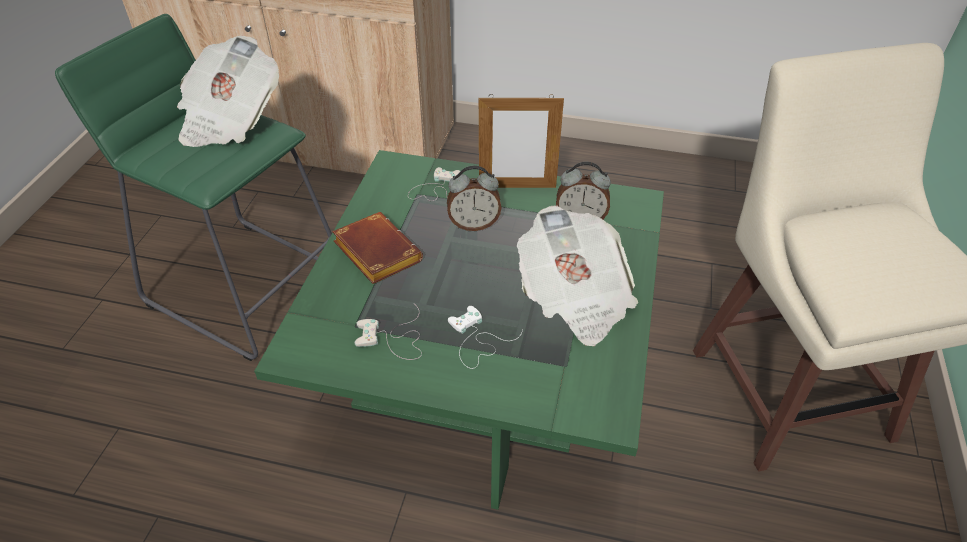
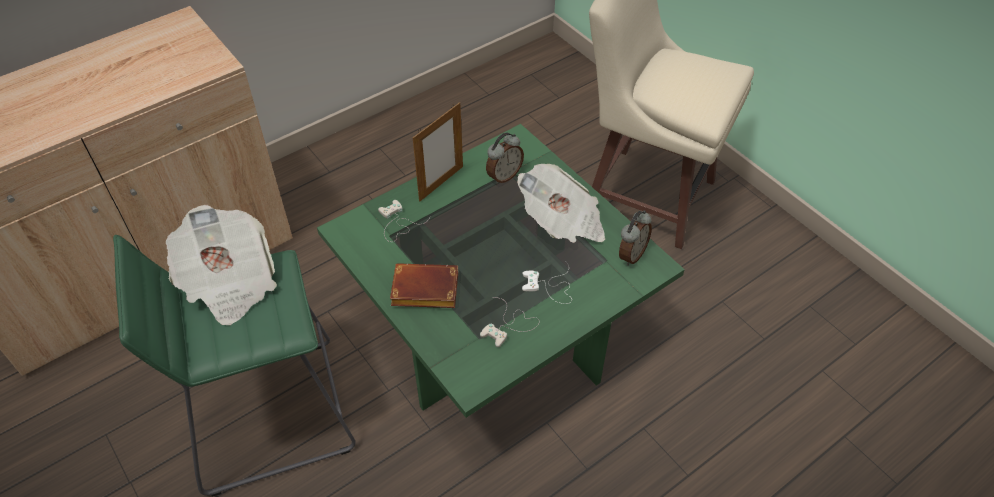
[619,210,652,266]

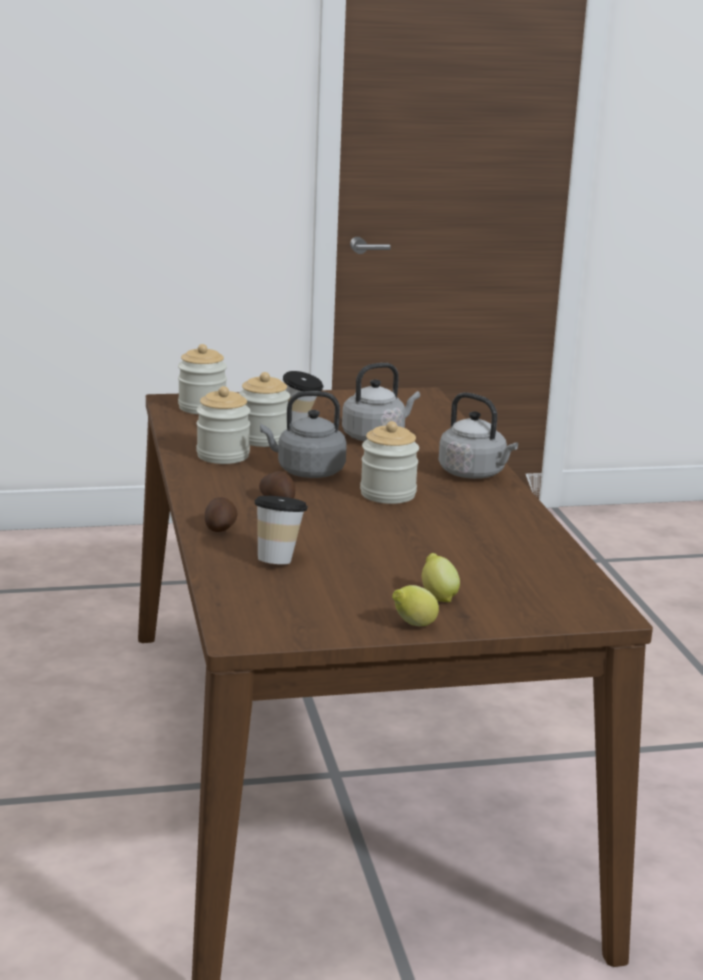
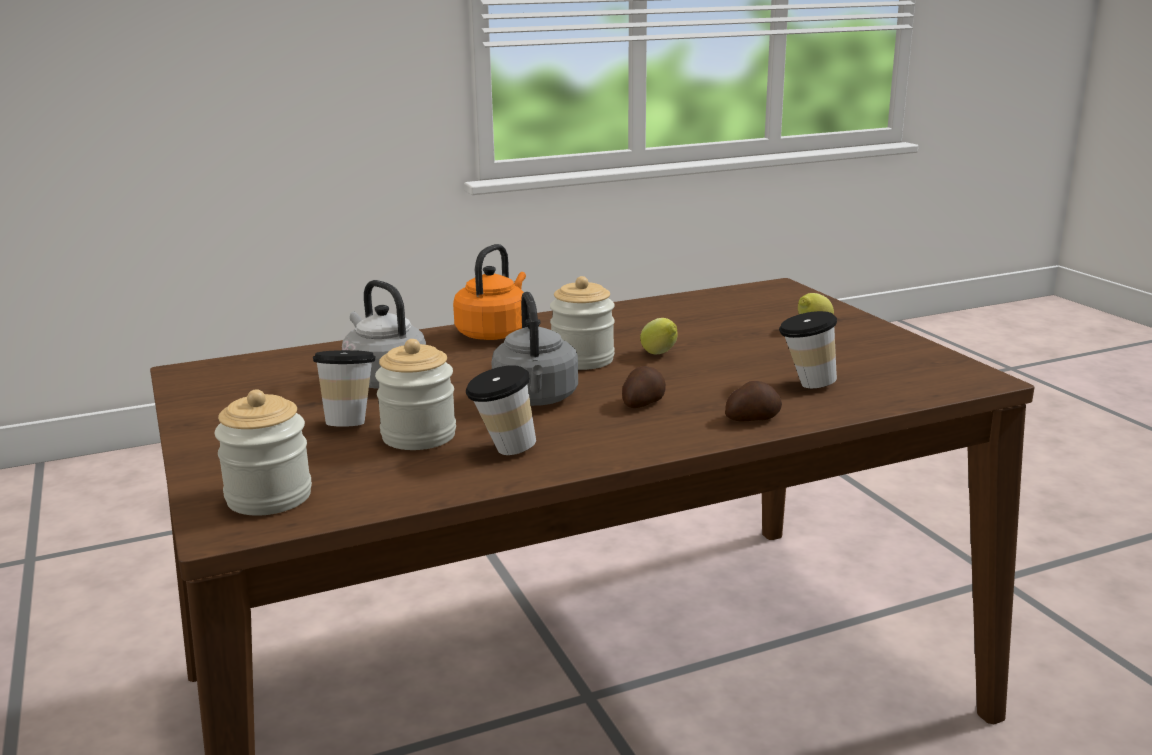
[466,365,536,455]
[640,318,678,354]
[453,244,526,340]

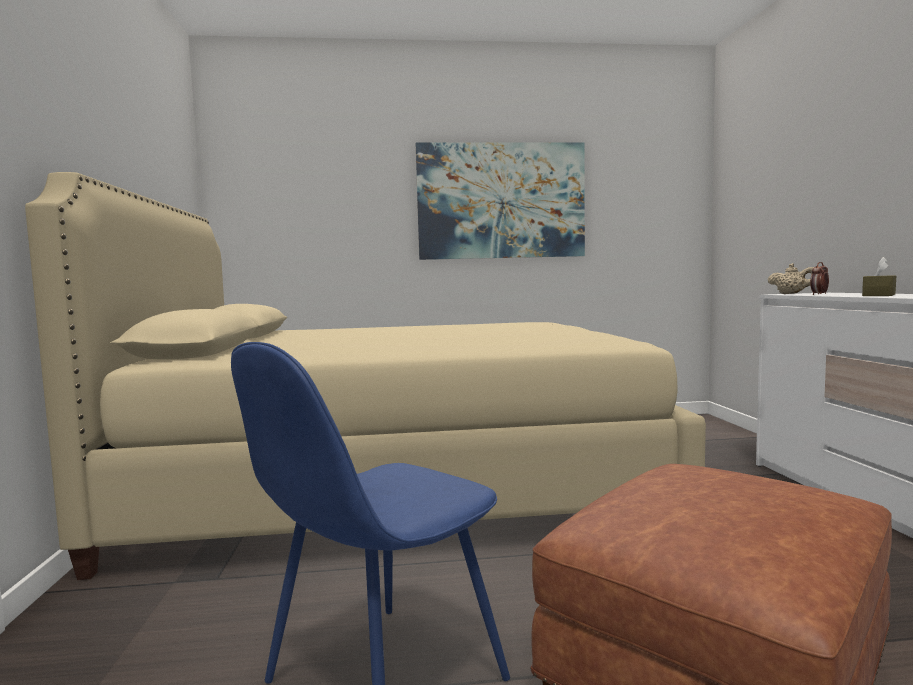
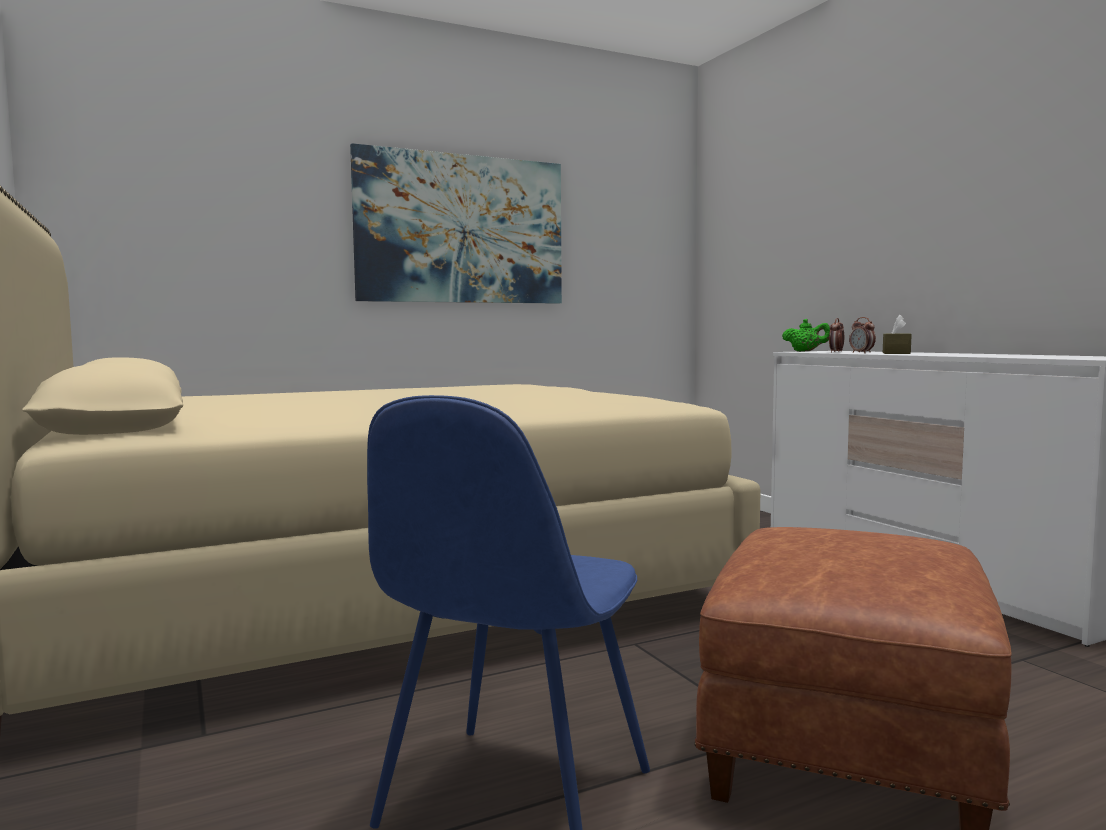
[782,319,830,352]
[849,317,876,353]

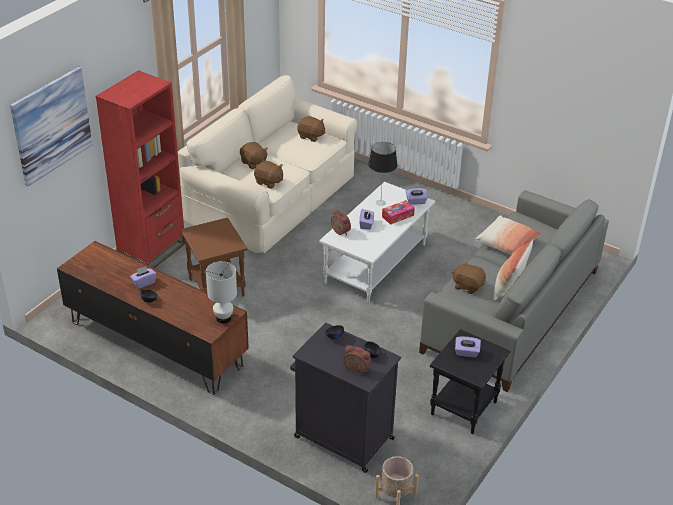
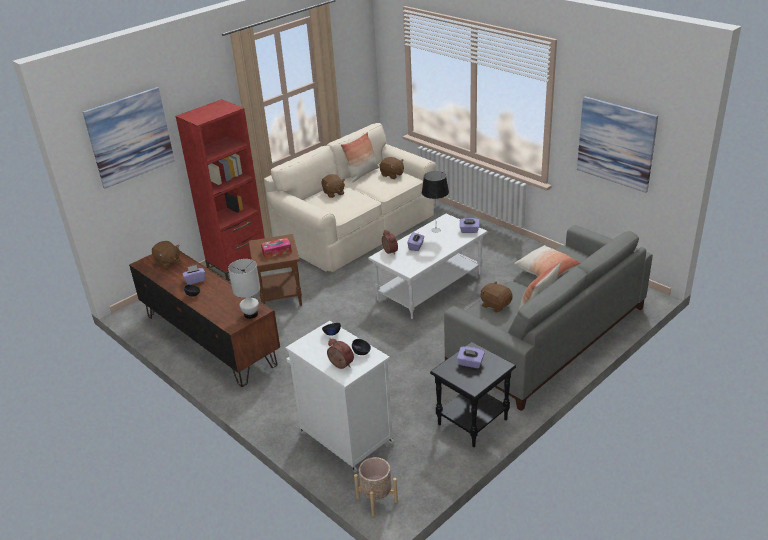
[152,241,180,268]
[286,321,394,473]
[261,238,292,258]
[341,132,379,183]
[577,96,658,193]

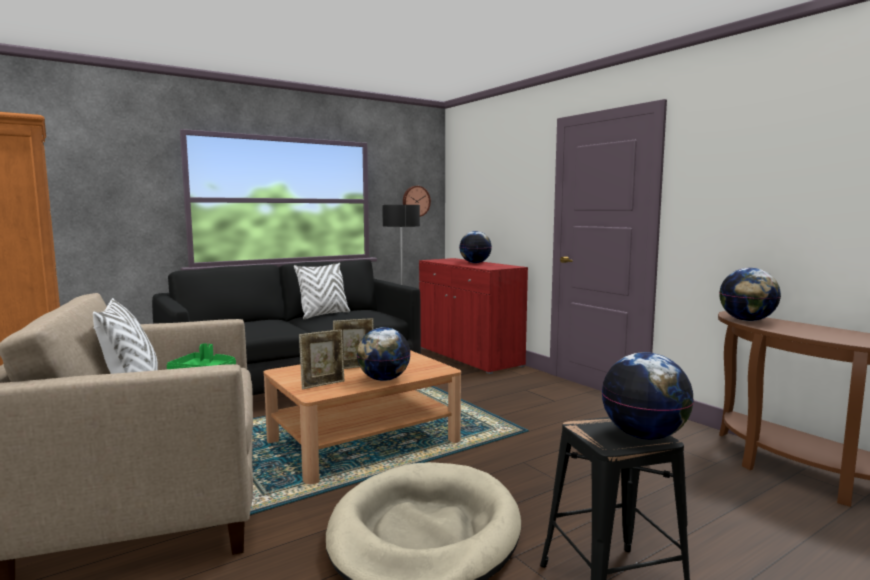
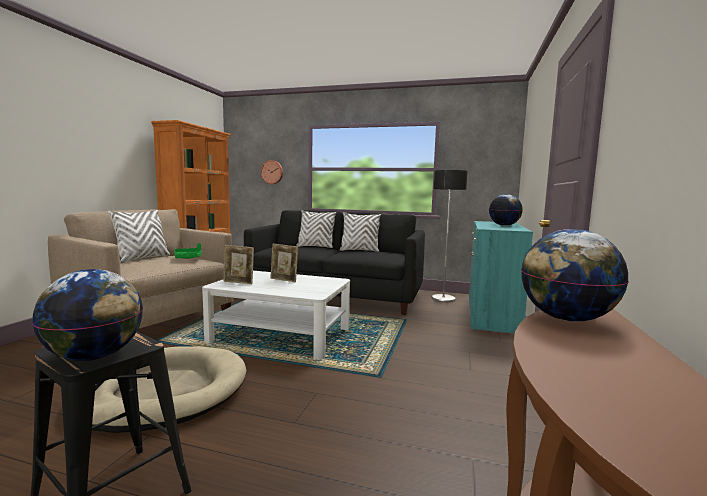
[202,271,350,360]
[357,327,410,381] (first image)
[261,160,283,184]
[469,221,533,333]
[296,210,337,248]

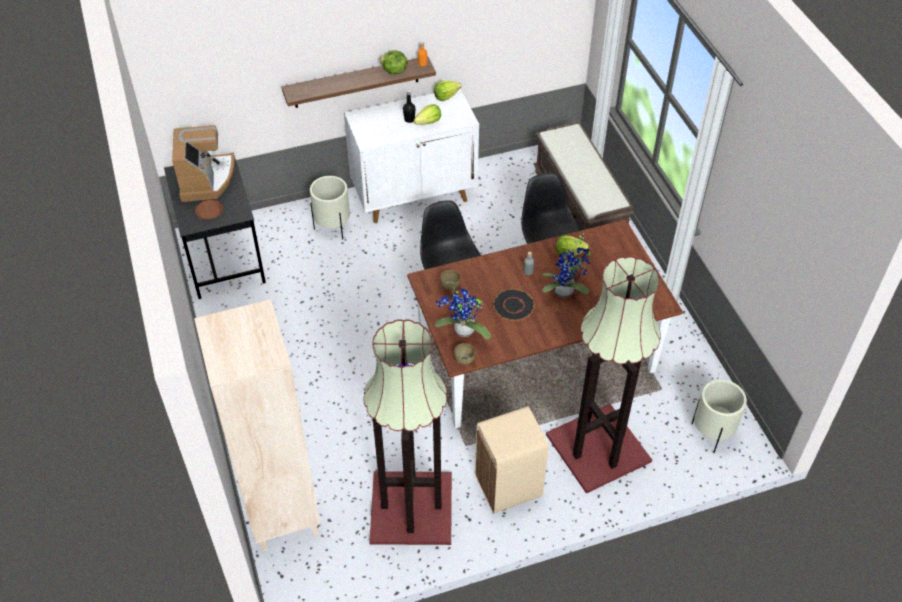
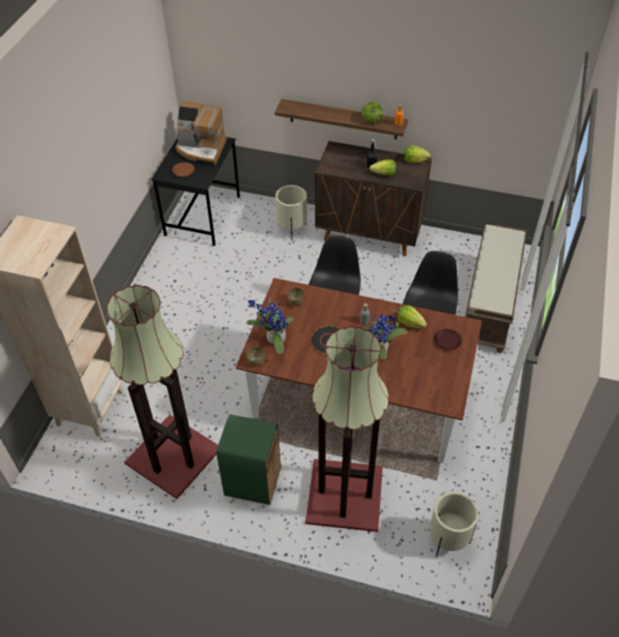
[175,101,227,165]
[315,141,432,256]
[216,414,281,505]
[434,329,462,350]

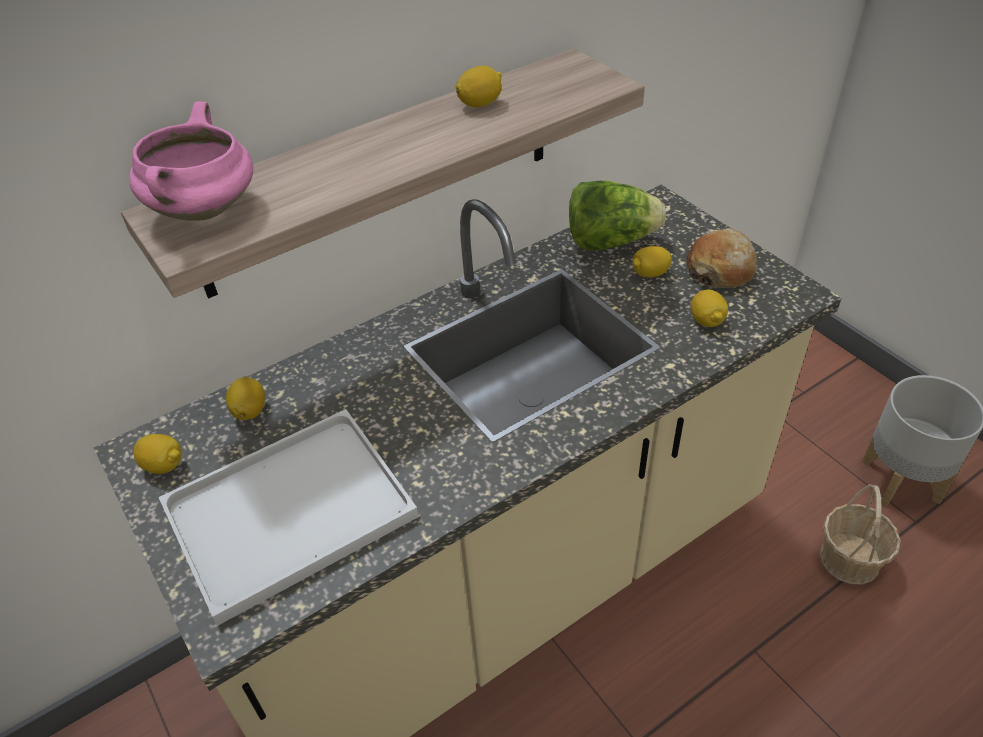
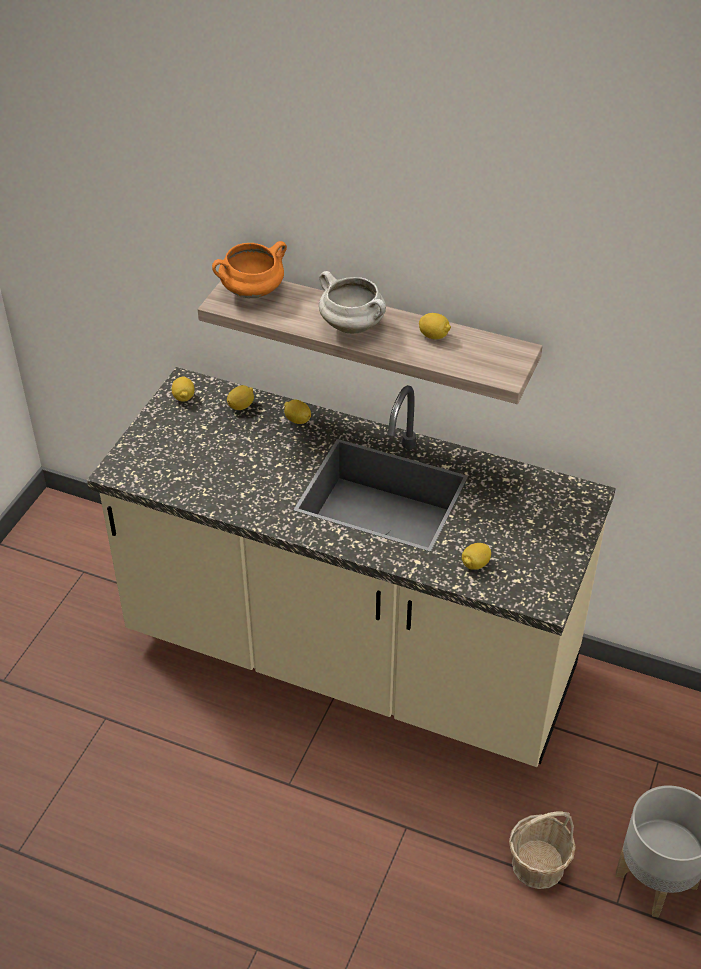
[212,241,287,298]
[159,409,419,626] (first image)
[569,181,666,251] (first image)
[284,399,311,424]
[687,228,757,288] (first image)
[319,271,386,334]

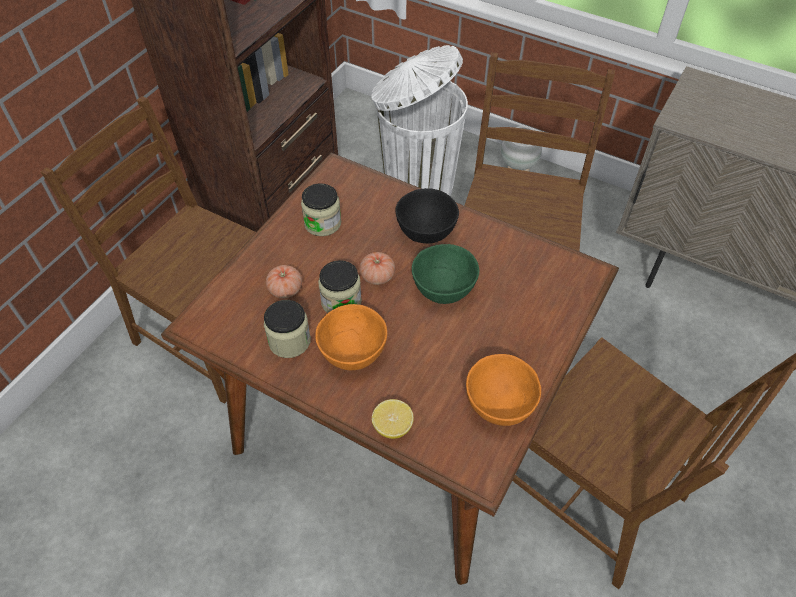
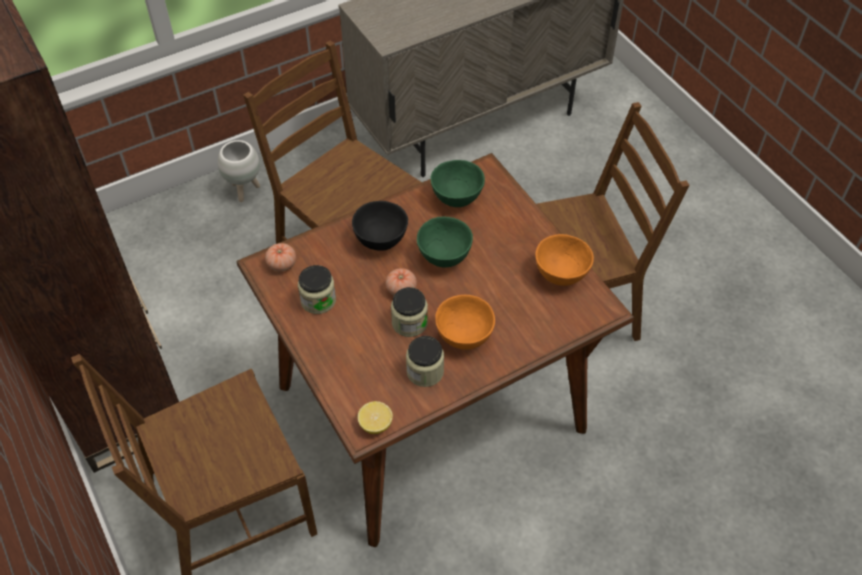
[265,243,296,272]
[371,45,468,196] (first image)
[358,401,393,434]
[430,160,485,207]

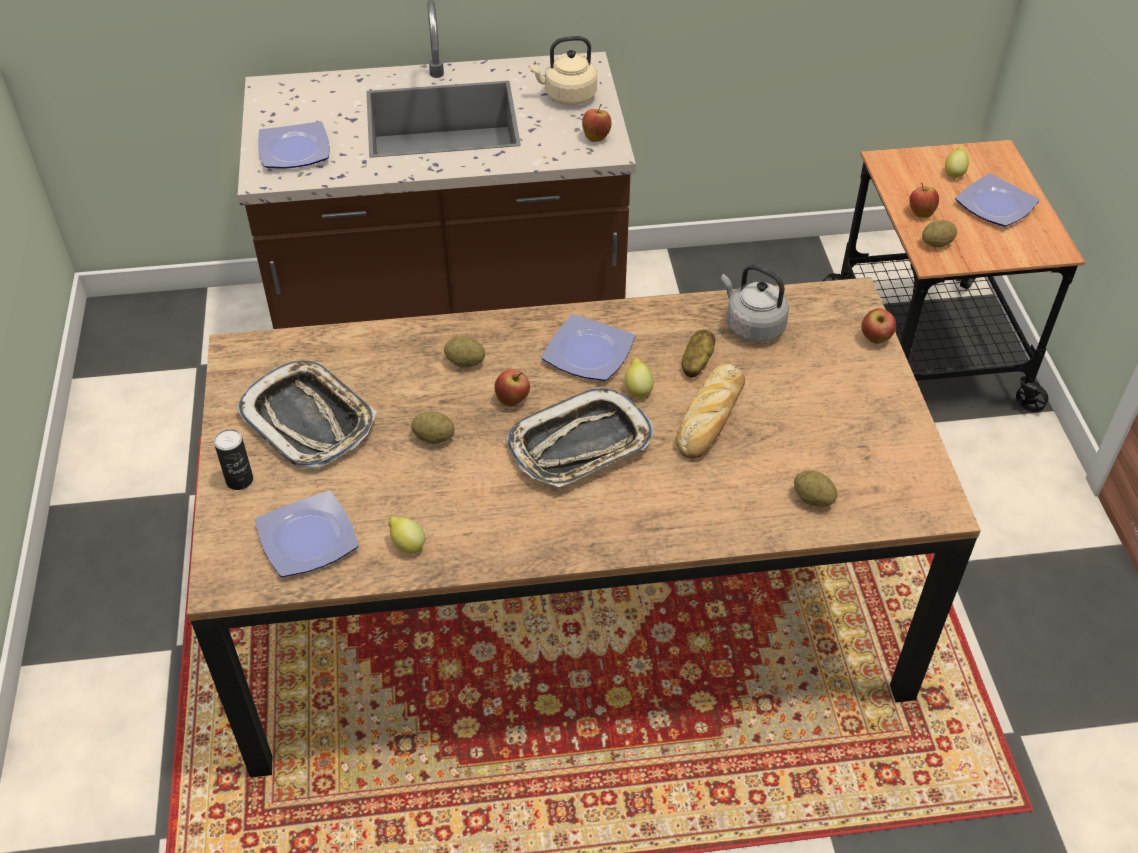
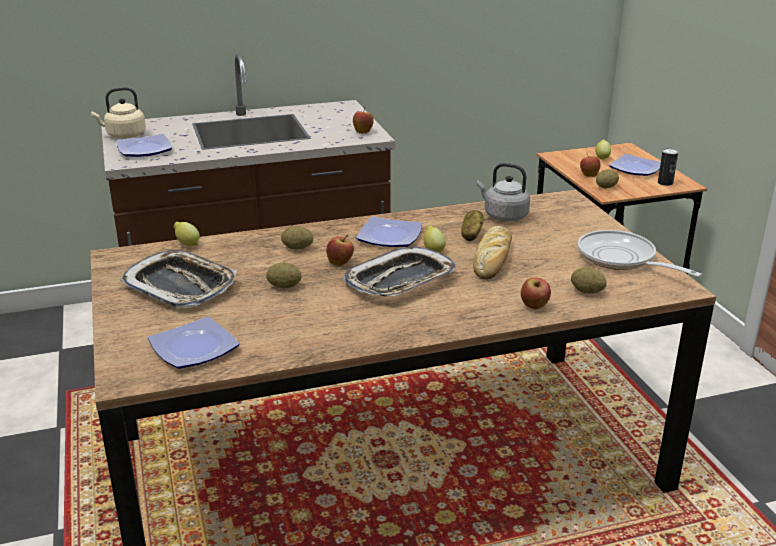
[658,148,678,186]
[174,222,200,246]
[91,87,146,139]
[521,277,551,309]
[578,230,702,277]

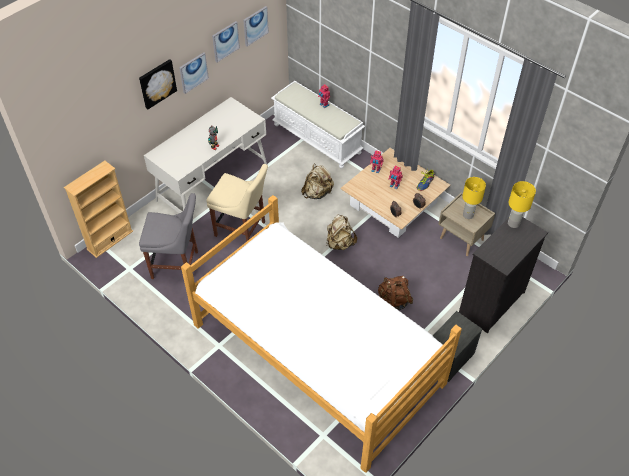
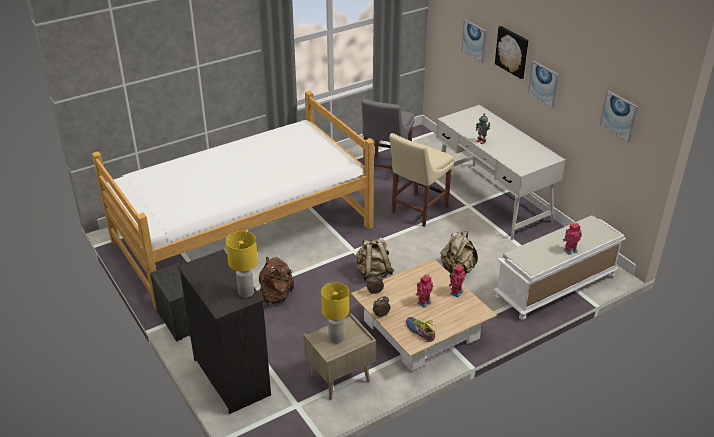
[64,161,133,258] (first image)
[461,19,487,63]

